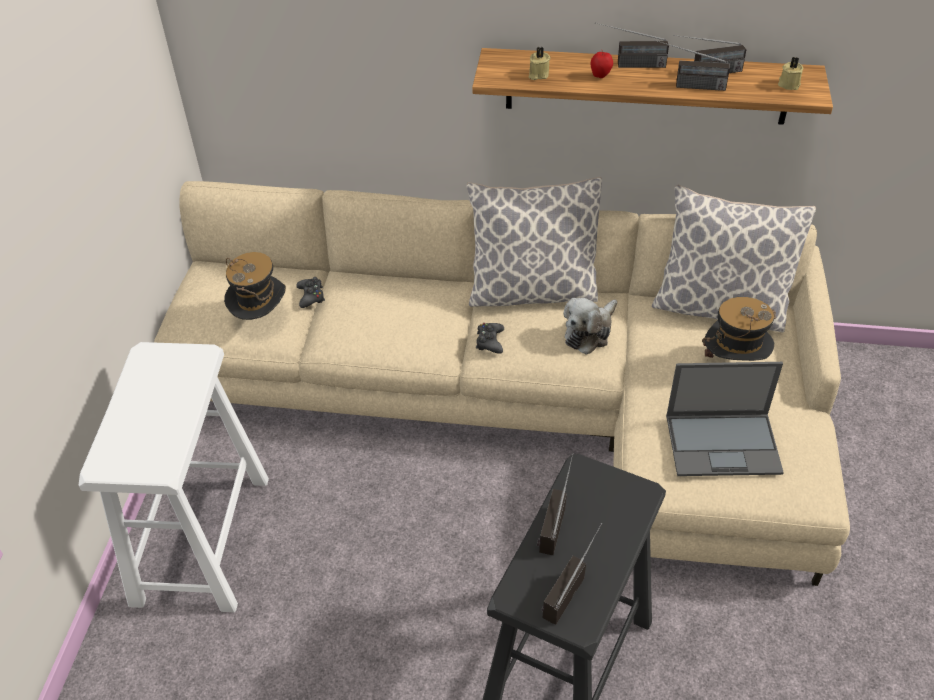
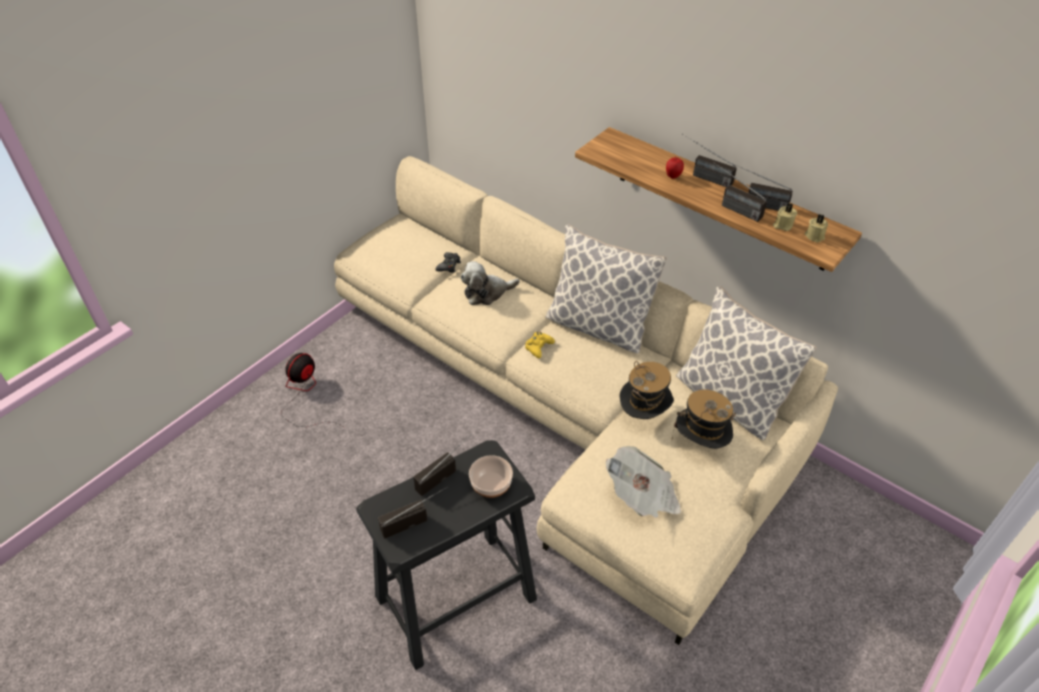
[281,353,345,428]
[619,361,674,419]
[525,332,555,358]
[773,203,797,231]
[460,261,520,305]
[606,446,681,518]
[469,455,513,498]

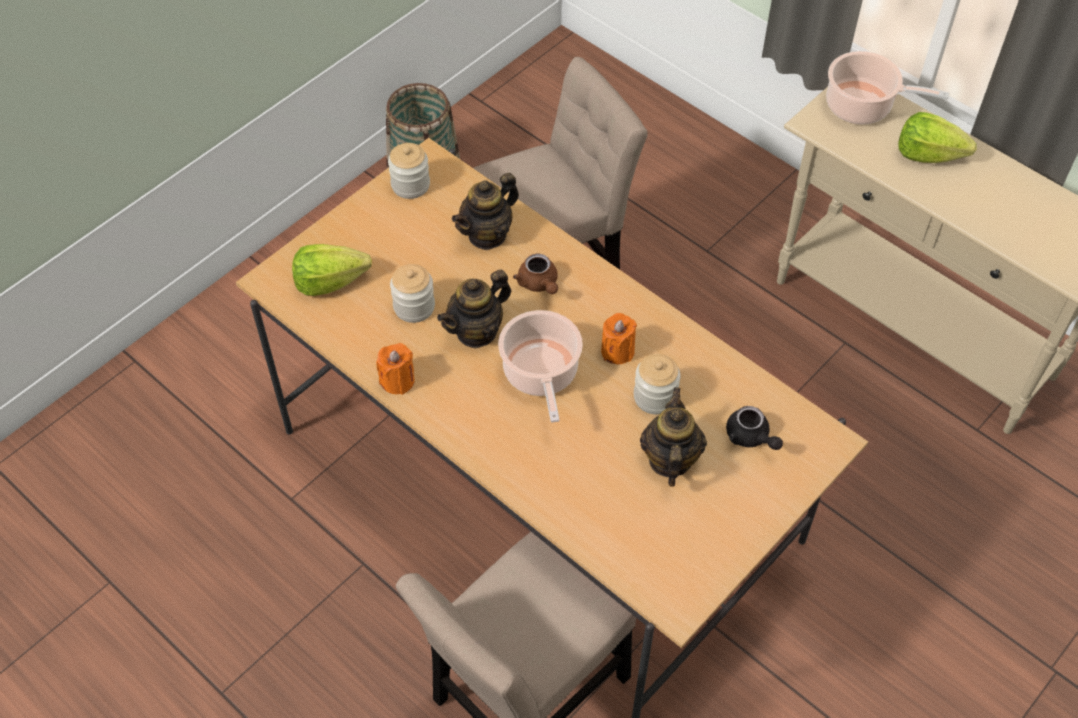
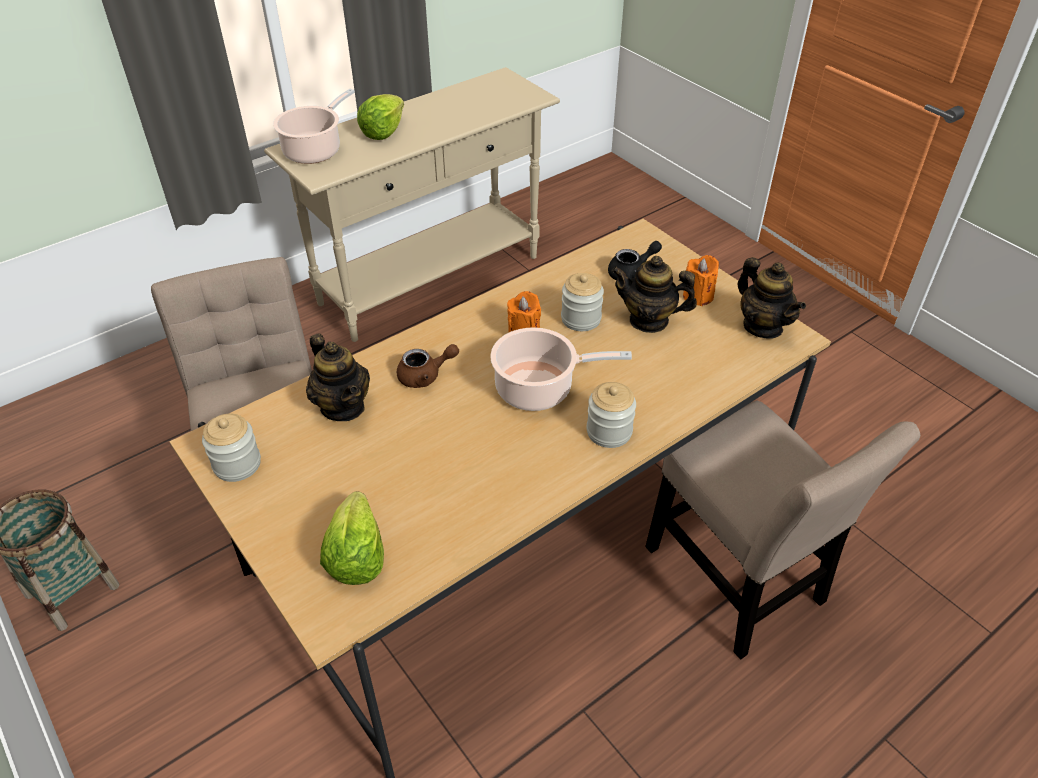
[683,255,719,306]
[587,382,636,448]
[738,257,806,338]

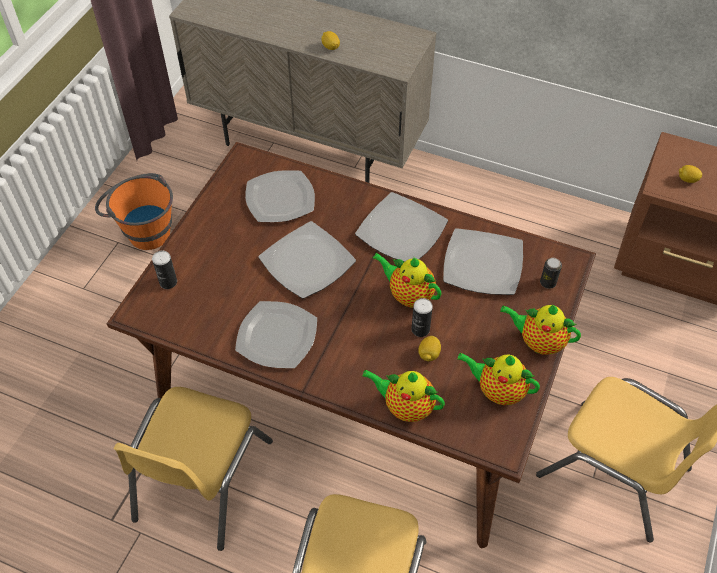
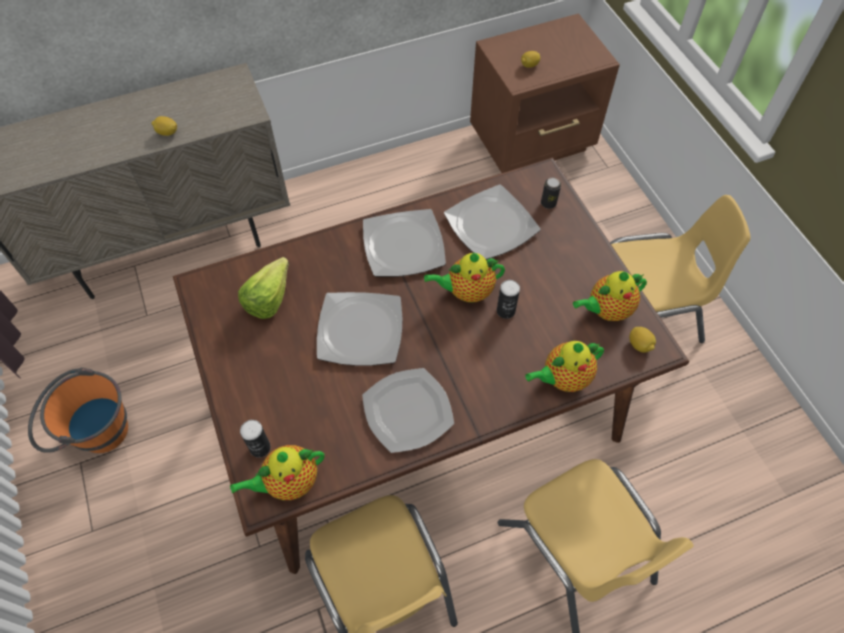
[238,257,289,319]
[629,327,656,353]
[230,445,325,500]

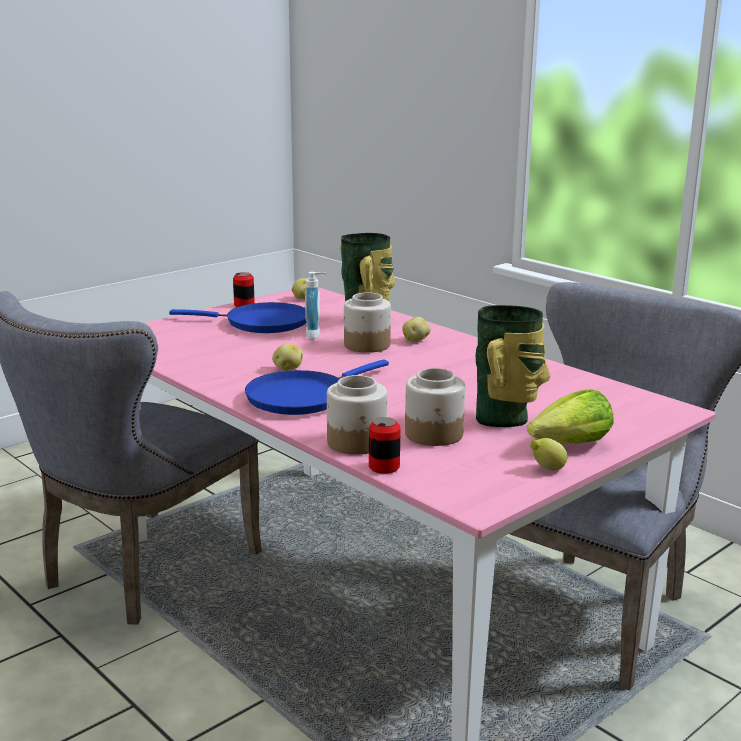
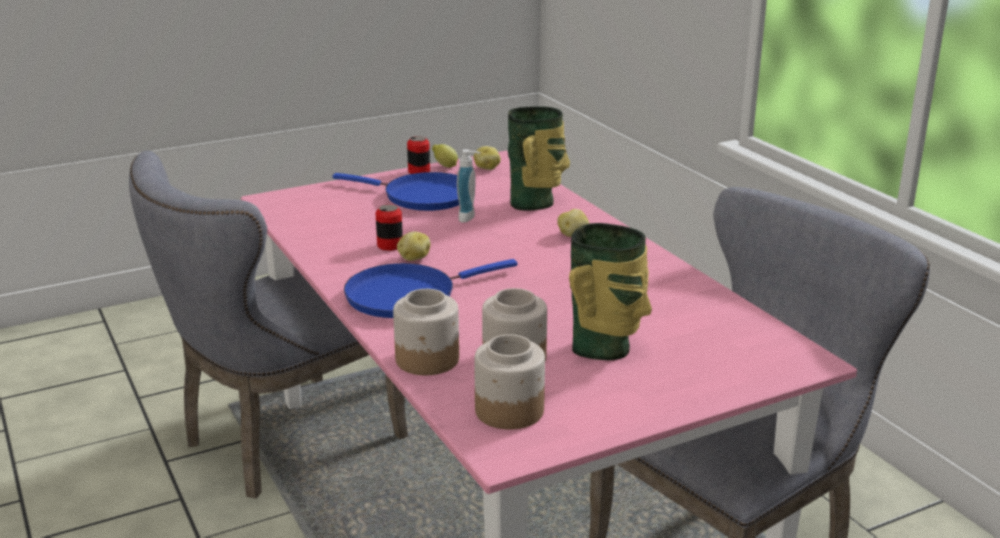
[474,334,545,430]
[376,204,403,251]
[527,389,614,444] (first image)
[432,144,458,168]

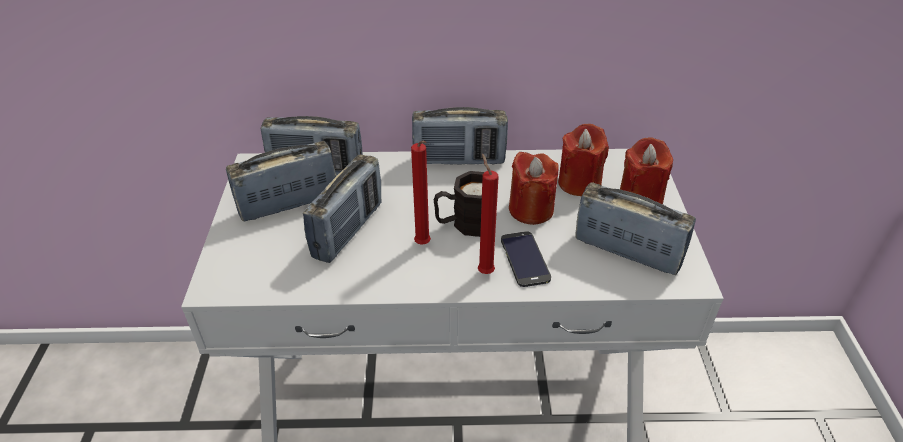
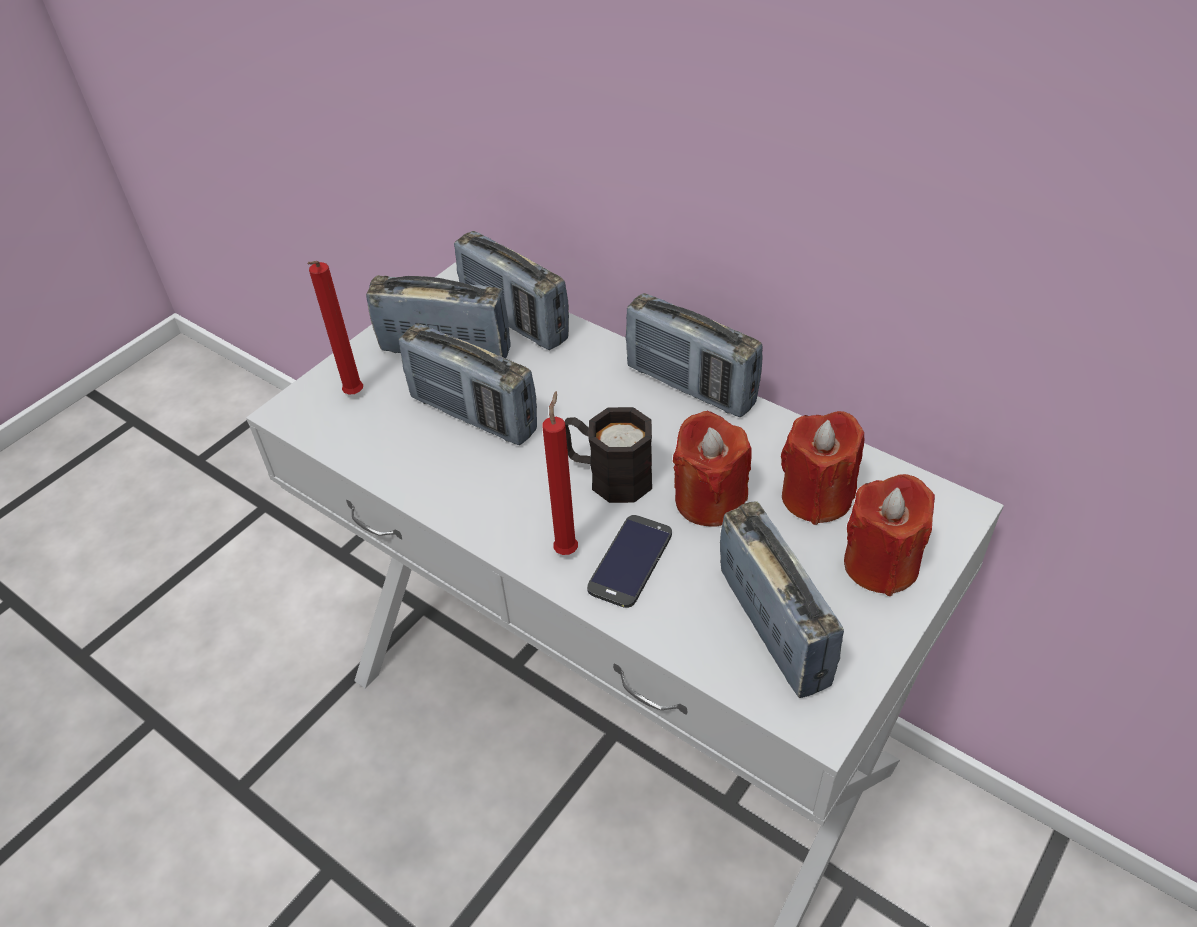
[398,323,537,445]
[307,261,363,394]

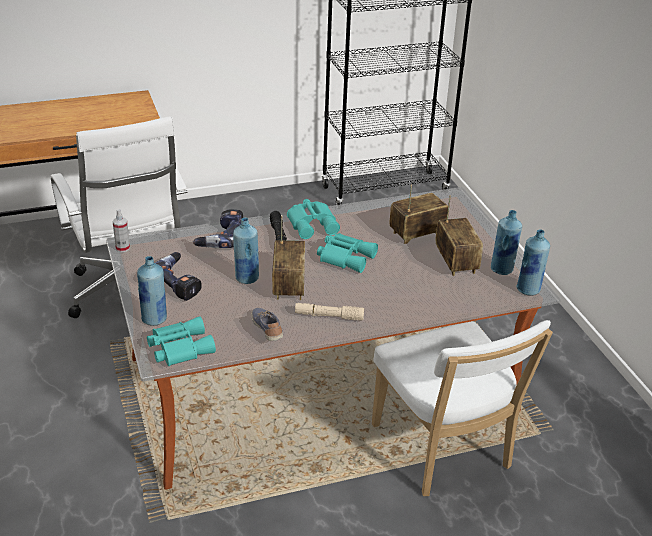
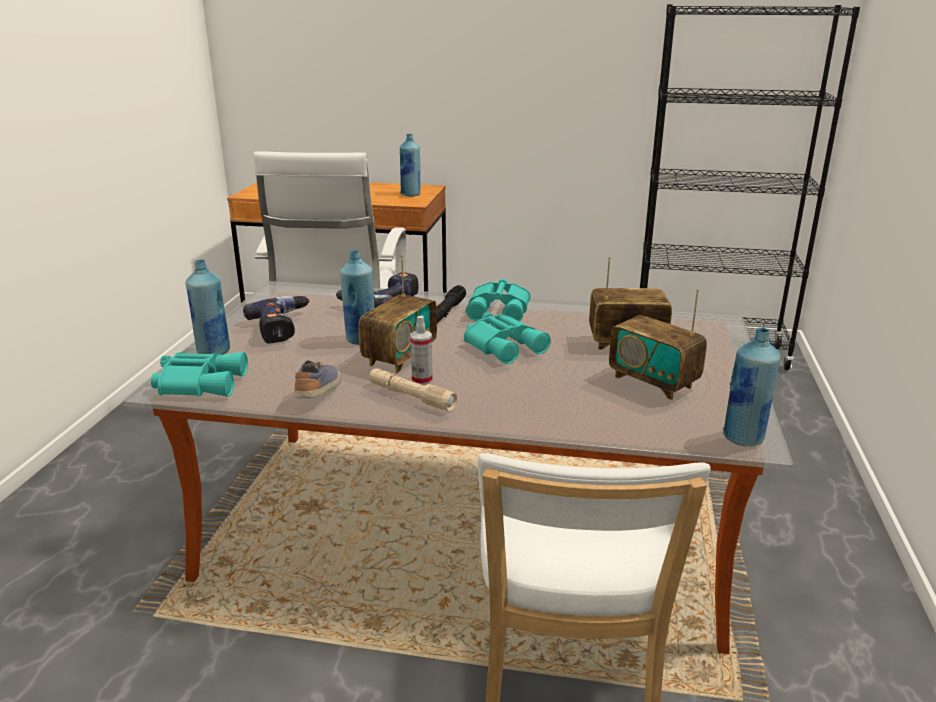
[410,316,433,385]
[609,289,707,400]
[400,134,420,197]

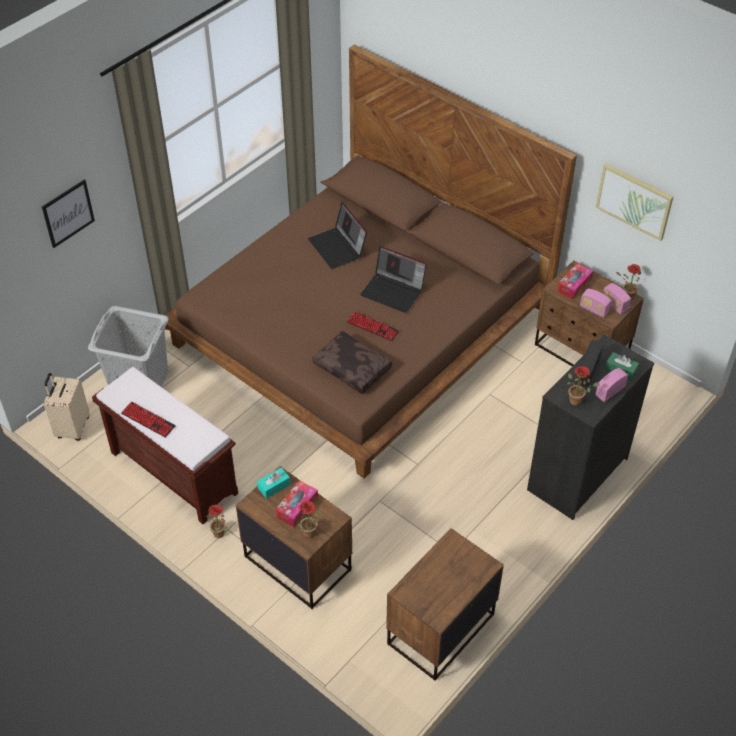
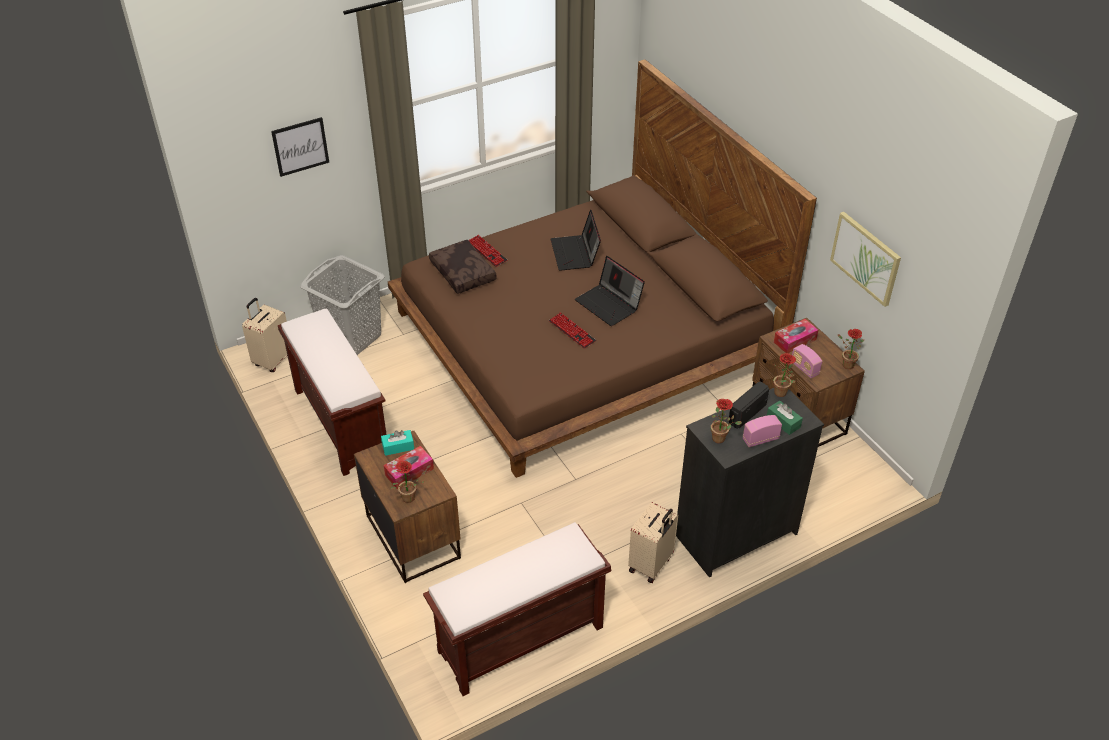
[468,235,508,267]
[773,353,796,397]
[429,240,497,294]
[423,522,611,696]
[603,283,631,315] (first image)
[628,502,678,583]

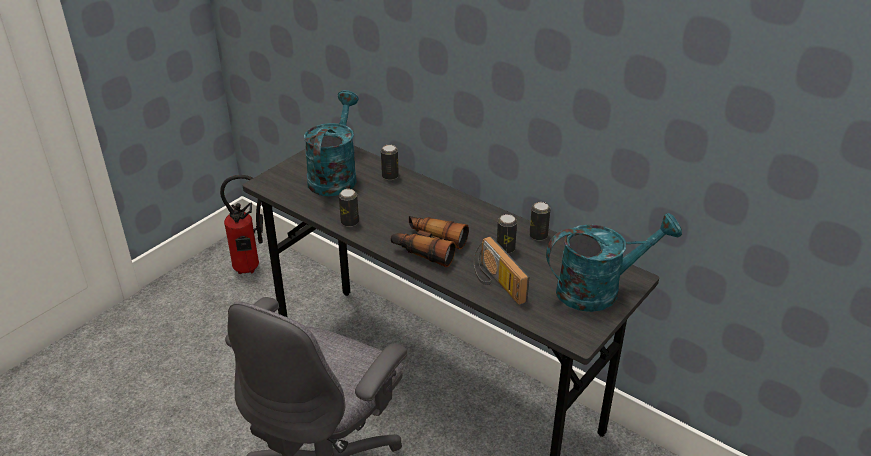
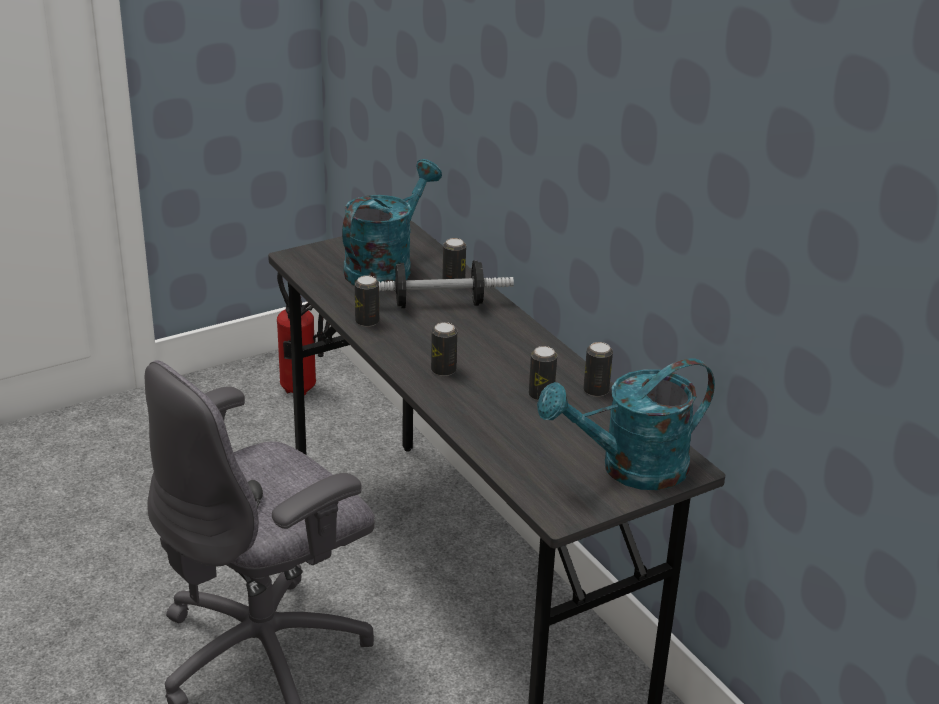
[431,322,457,376]
[474,236,529,305] (first image)
[537,358,715,490]
[378,260,514,308]

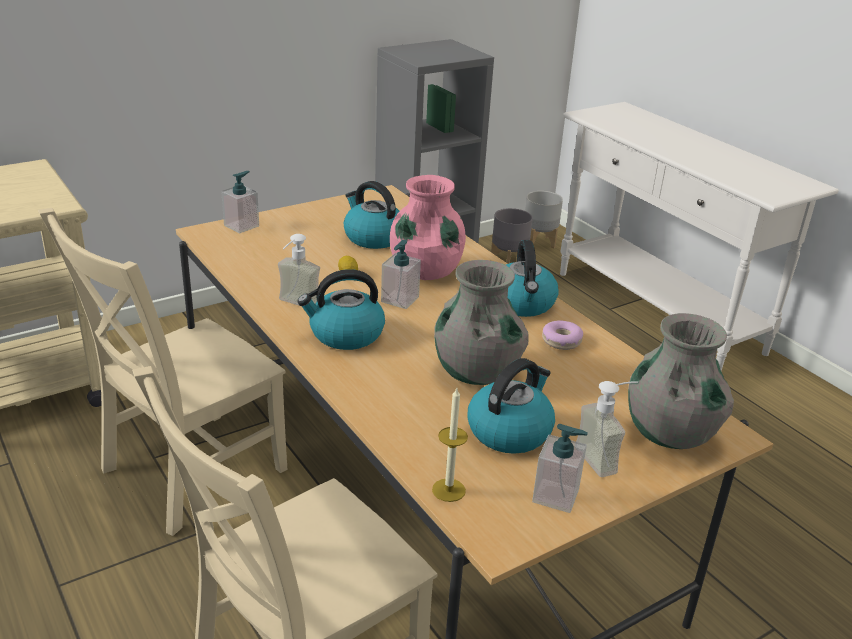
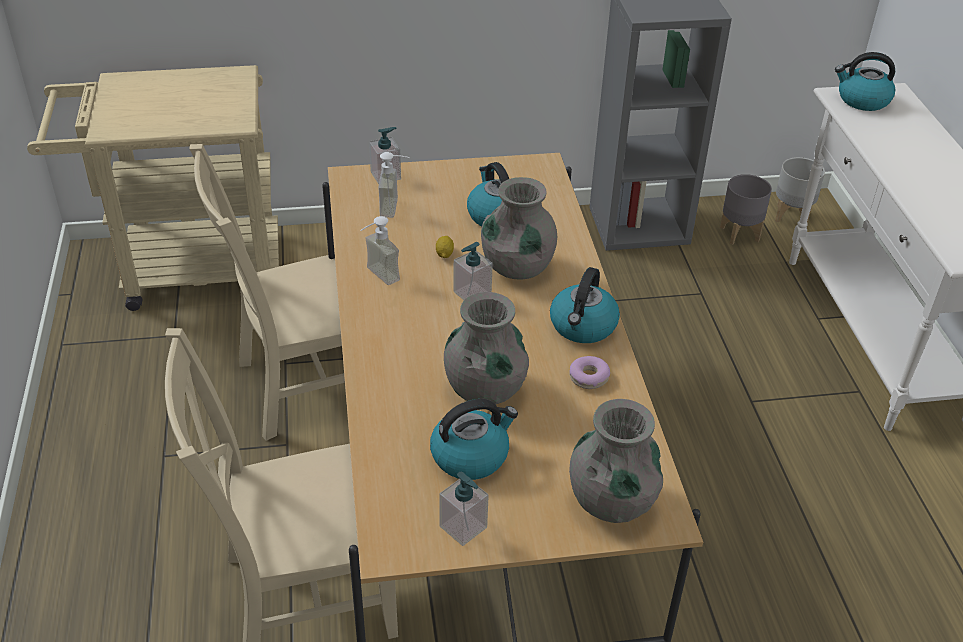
[835,52,895,111]
[481,177,557,279]
[432,388,468,502] (first image)
[378,152,410,218]

